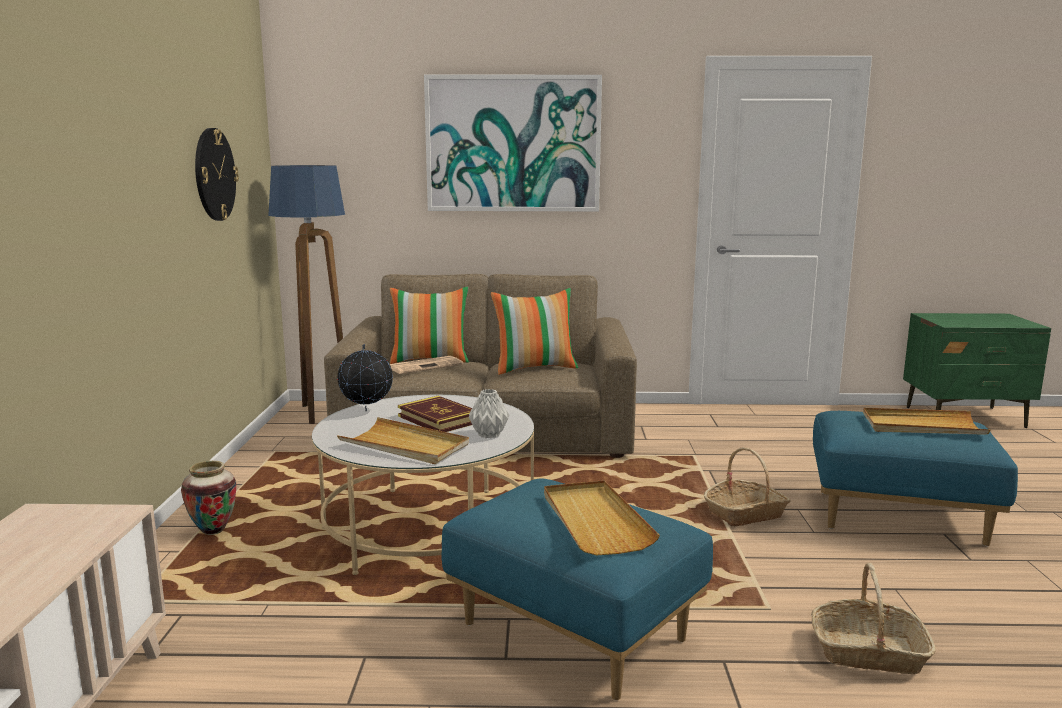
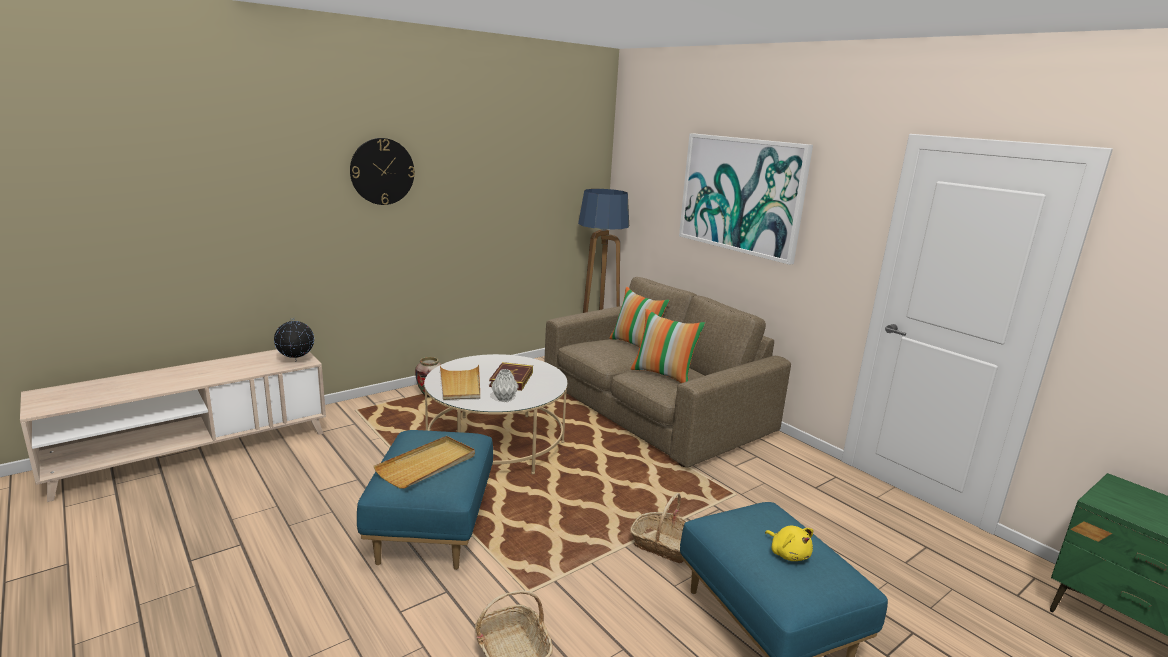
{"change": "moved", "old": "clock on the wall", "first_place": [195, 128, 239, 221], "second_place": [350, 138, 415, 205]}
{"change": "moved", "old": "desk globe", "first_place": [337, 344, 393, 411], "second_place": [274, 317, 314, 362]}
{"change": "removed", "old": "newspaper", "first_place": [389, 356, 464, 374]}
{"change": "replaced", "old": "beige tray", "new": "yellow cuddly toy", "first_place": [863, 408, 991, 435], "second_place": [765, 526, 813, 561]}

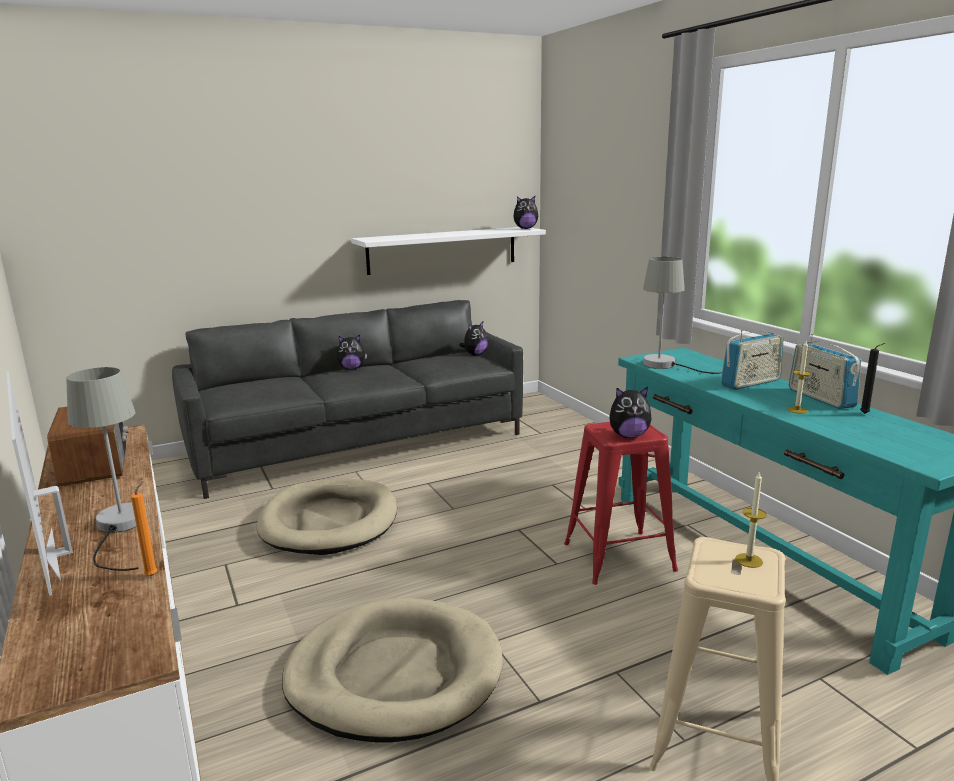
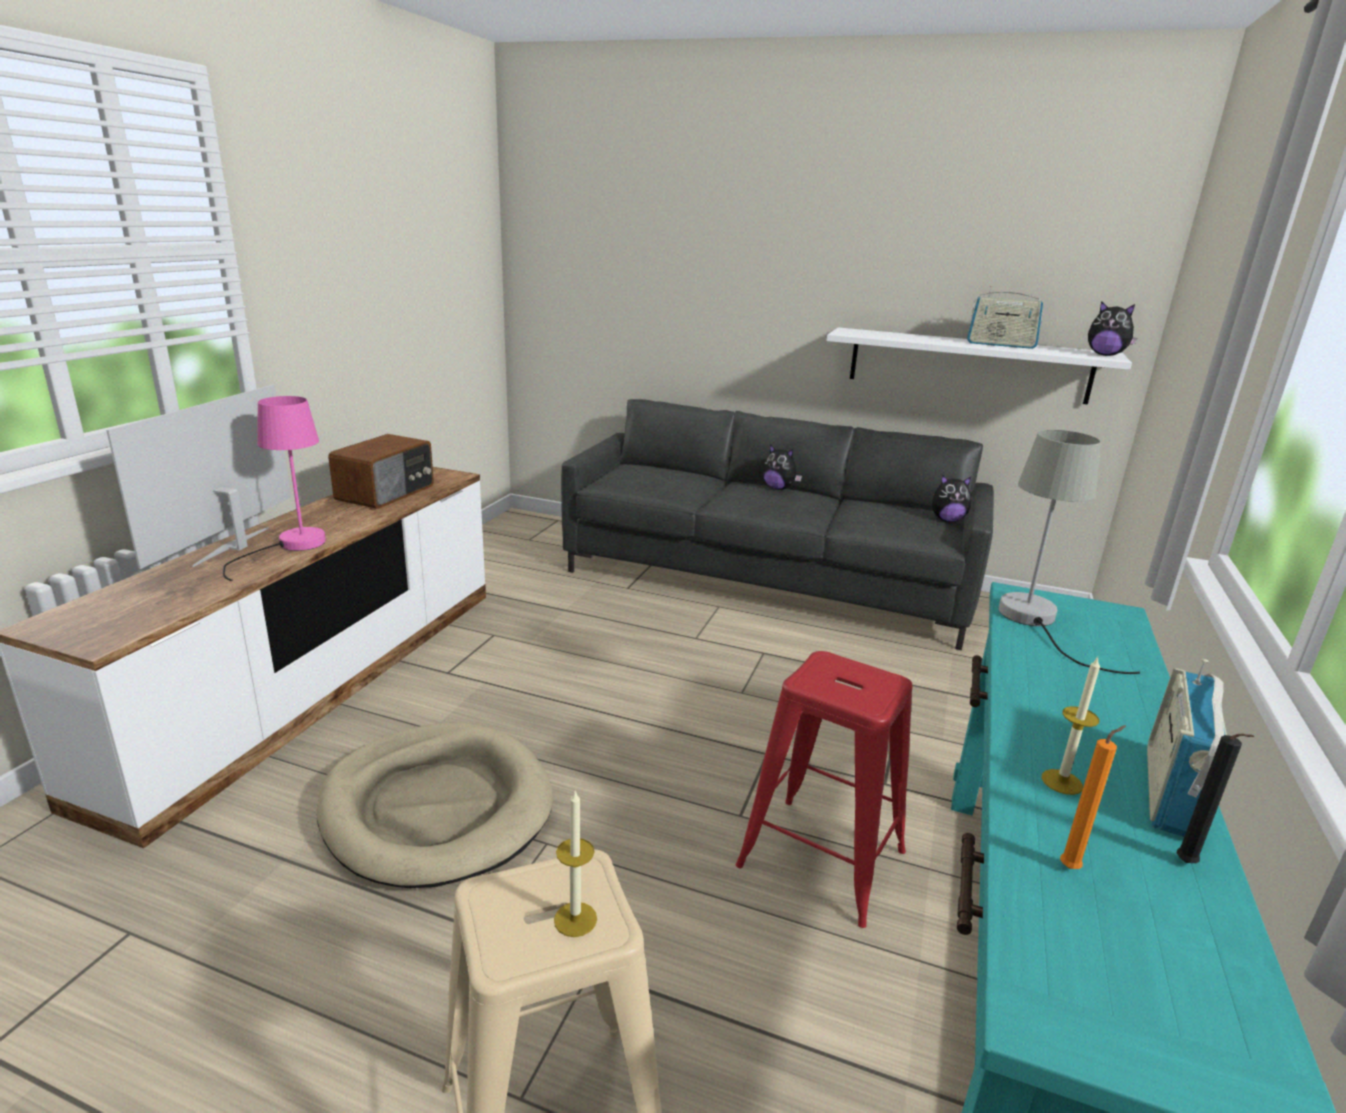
{"change": "moved", "old": "radio set", "first_place": [721, 330, 784, 390], "second_place": [967, 285, 1044, 349]}
{"change": "recoloured", "old": "gray lamp for a table", "new": "pink-coloured lamp for a table", "first_place": [66, 367, 147, 571], "second_place": [223, 396, 326, 581]}
{"change": "removed", "old": "cuddly toy", "first_place": [609, 387, 652, 438]}
{"change": "removed", "old": "beige dog bed", "first_place": [257, 479, 397, 555]}
{"change": "moved", "old": "orange-coloured wax candle", "first_place": [131, 481, 157, 576], "second_place": [1060, 725, 1126, 869]}

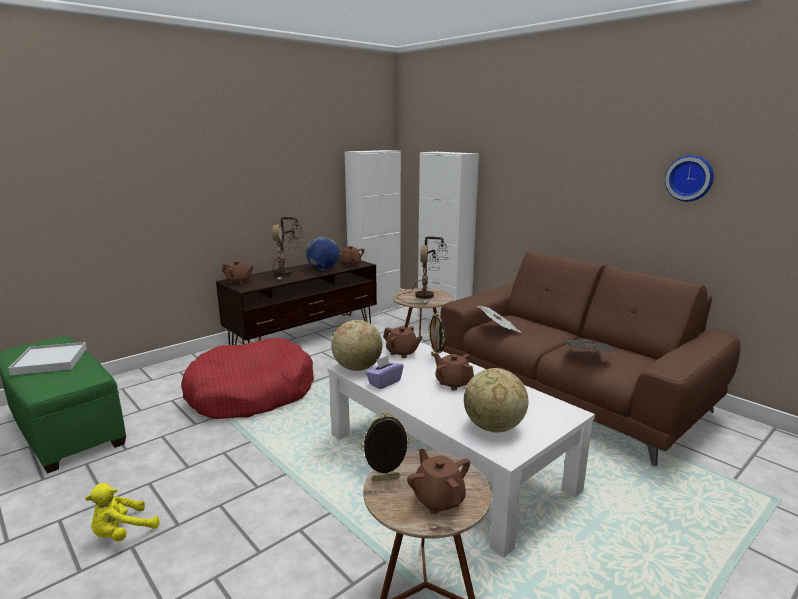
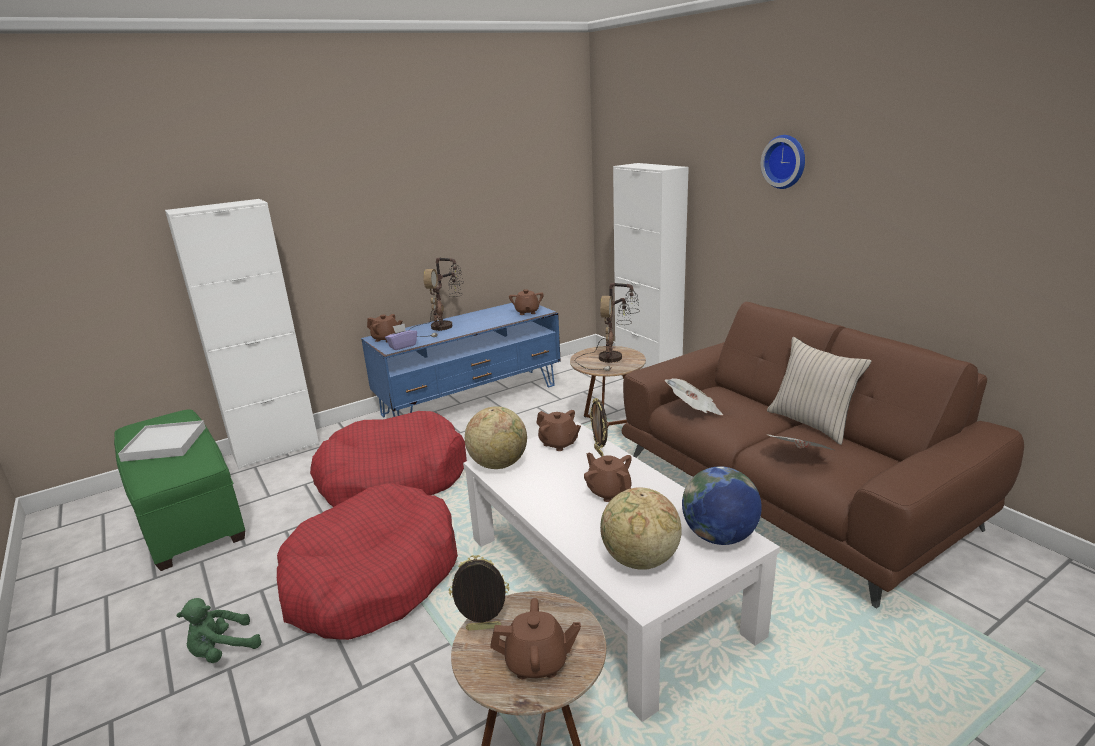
{"change": "moved", "old": "whitish storage cabinet", "first_place": [345, 150, 401, 317], "second_place": [165, 199, 319, 469]}
{"change": "moved", "old": "clock on the wall", "first_place": [665, 155, 714, 202], "second_place": [761, 135, 805, 189]}
{"change": "moved", "old": "desk globe", "first_place": [306, 237, 339, 270], "second_place": [682, 466, 762, 545]}
{"change": "recoloured", "old": "brown tv unit", "new": "blue-coloured tv unit", "first_place": [216, 258, 377, 345], "second_place": [361, 302, 561, 417]}
{"change": "moved", "old": "purple-coloured tissue box", "first_place": [366, 356, 404, 389], "second_place": [385, 324, 417, 350]}
{"change": "turned", "old": "brown tea pot", "first_place": [407, 448, 470, 514], "second_place": [490, 598, 581, 679], "degrees": 105}
{"change": "recoloured", "old": "yellow cuddly toy", "new": "green cuddly toy", "first_place": [85, 483, 160, 541], "second_place": [176, 598, 262, 663]}
{"change": "added", "new": "beige cushion", "second_place": [767, 337, 872, 445]}
{"change": "added", "new": "red-coloured dog bed", "second_place": [277, 483, 458, 640]}

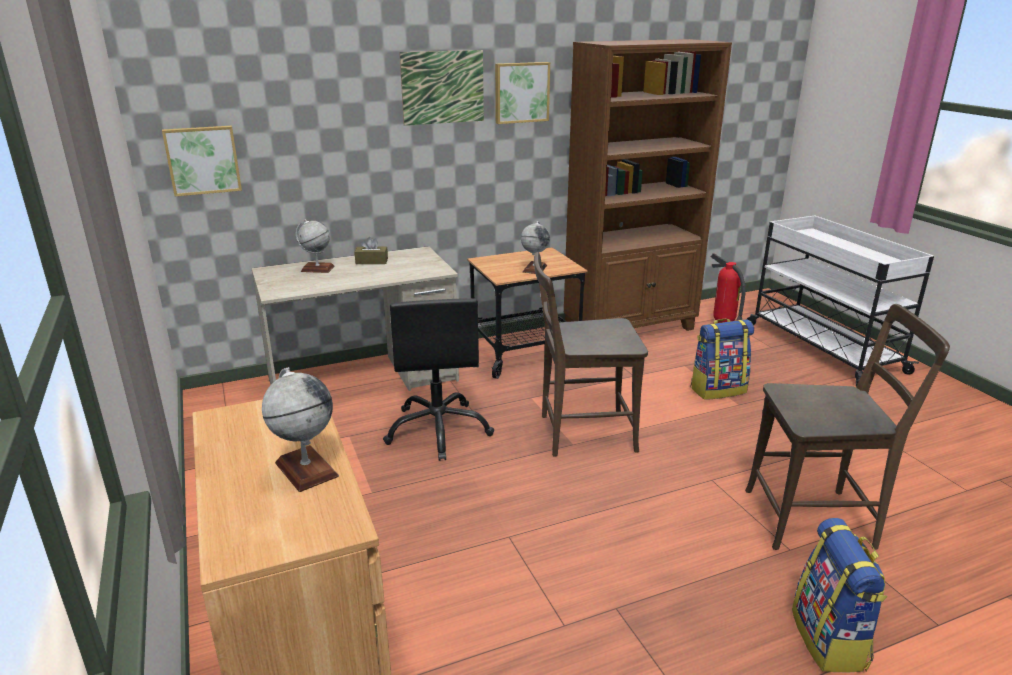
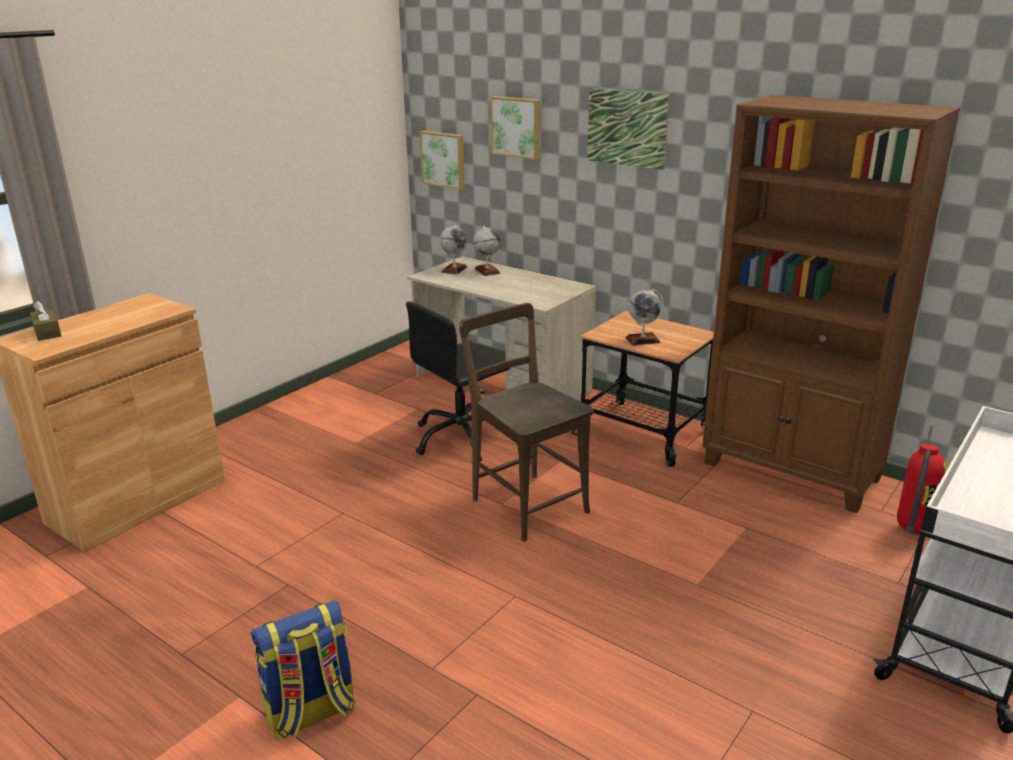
{"change": "moved", "old": "wall picture", "first_place": [495, 62, 550, 124], "second_place": [490, 96, 540, 160]}
{"change": "moved", "old": "brown tissue box", "first_place": [354, 237, 388, 264], "second_place": [30, 301, 61, 341]}
{"change": "removed", "old": "brown upright chair", "first_place": [745, 304, 950, 550]}
{"change": "removed", "old": "knapsack", "first_place": [690, 319, 754, 400]}
{"change": "moved", "old": "desk globe", "first_place": [262, 367, 339, 492], "second_place": [440, 224, 467, 274]}

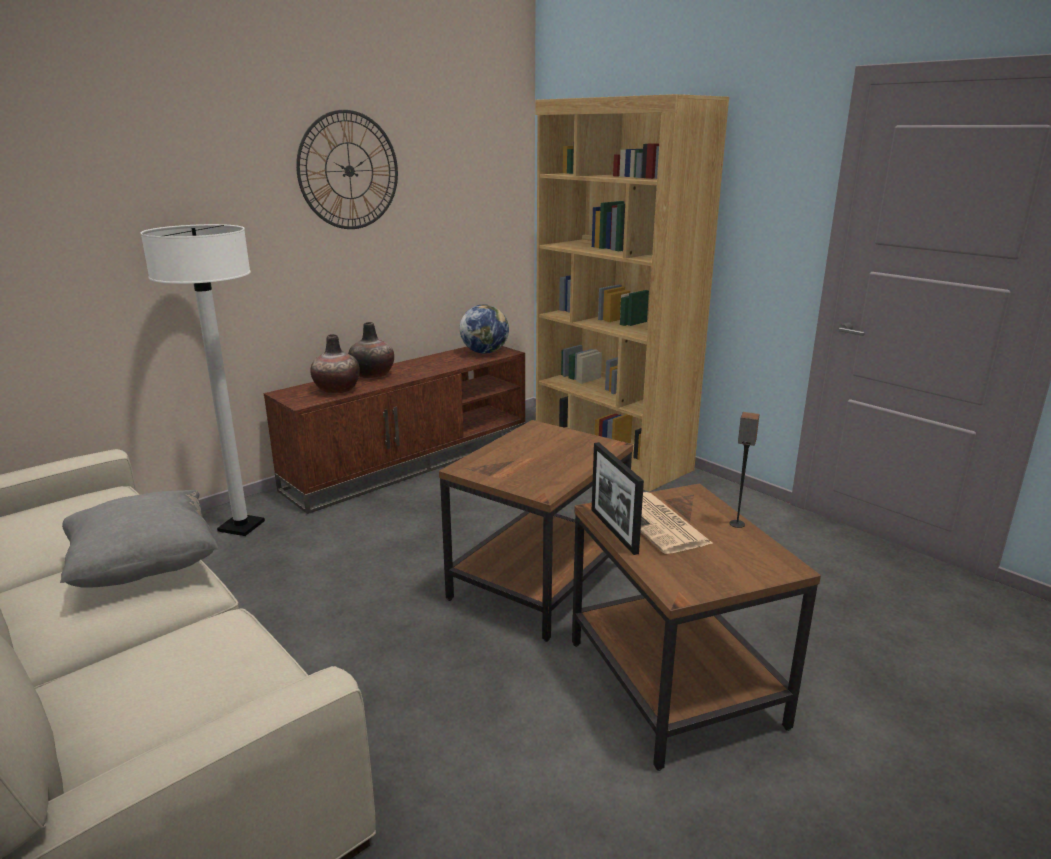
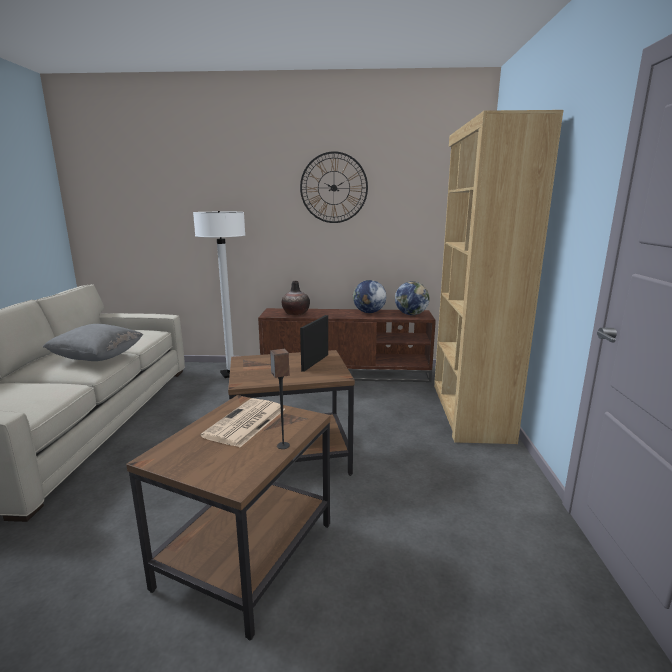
{"change": "removed", "old": "flower vase", "first_place": [348, 322, 394, 378]}
{"change": "moved", "old": "picture frame", "first_place": [592, 442, 644, 555], "second_place": [300, 315, 328, 372]}
{"change": "added", "new": "desk globe", "second_place": [353, 280, 386, 313]}

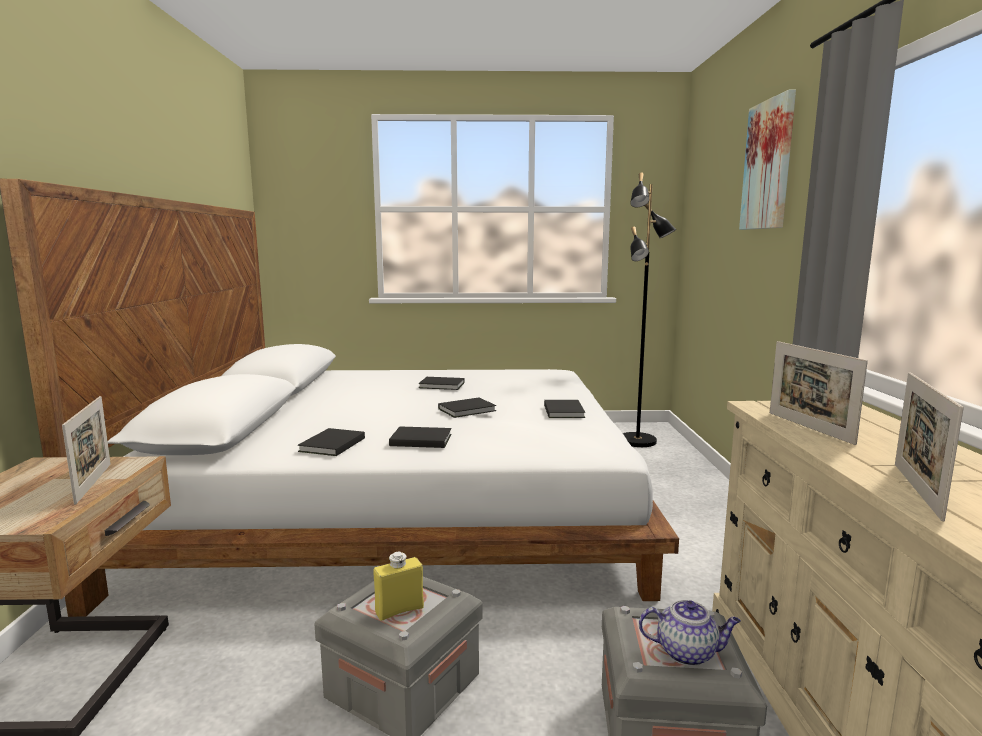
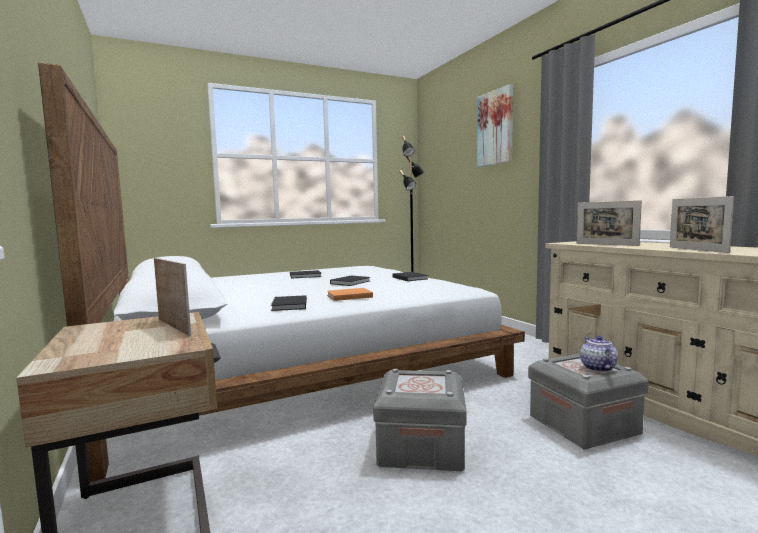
{"change": "recoloured", "old": "black-coloured volume", "new": "orange-coloured volume", "first_place": [389, 426, 452, 448], "second_place": [327, 288, 373, 301]}
{"change": "removed", "old": "yellow beverage bottle", "first_place": [373, 552, 424, 621]}
{"change": "turned", "old": "tea pot", "first_place": [639, 600, 741, 666], "second_place": [580, 336, 618, 372], "degrees": -75}

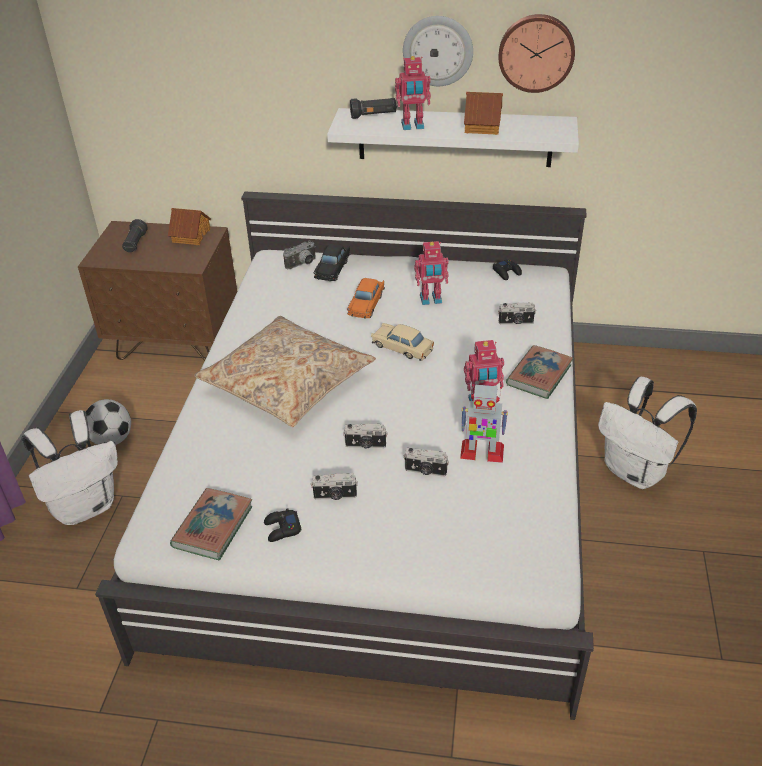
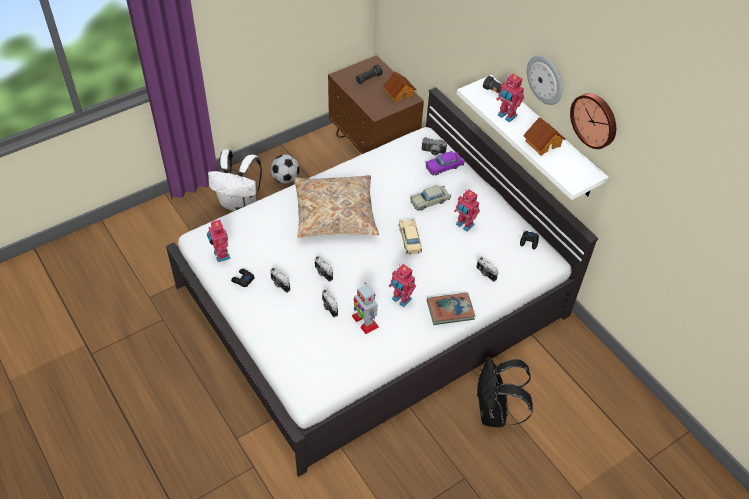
{"change": "recoloured", "old": "black-coloured miniature car", "new": "purple-coloured miniature car", "first_place": [313, 244, 351, 281], "second_place": [425, 151, 465, 176]}
{"change": "recoloured", "old": "orange-coloured miniature car", "new": "beige miniature car", "first_place": [347, 278, 385, 319], "second_place": [410, 185, 451, 211]}
{"change": "recoloured", "old": "whitish knapsack", "new": "black-coloured knapsack", "first_place": [598, 377, 697, 489], "second_place": [476, 357, 533, 427]}
{"change": "replaced", "old": "volume", "new": "toy robot", "first_place": [170, 488, 252, 560], "second_place": [207, 220, 231, 262]}

